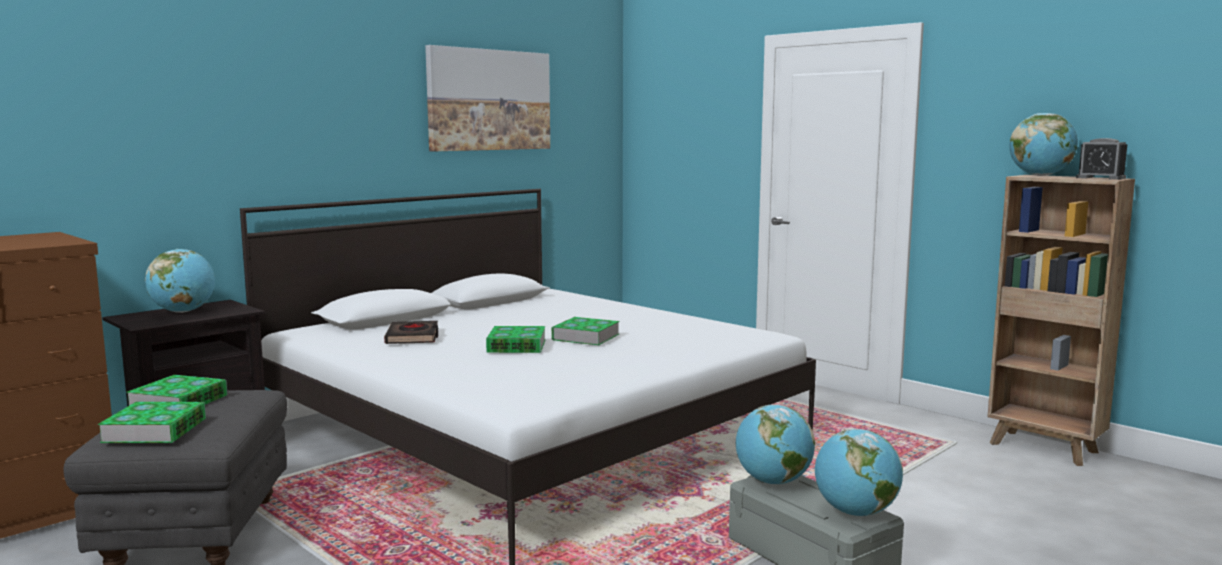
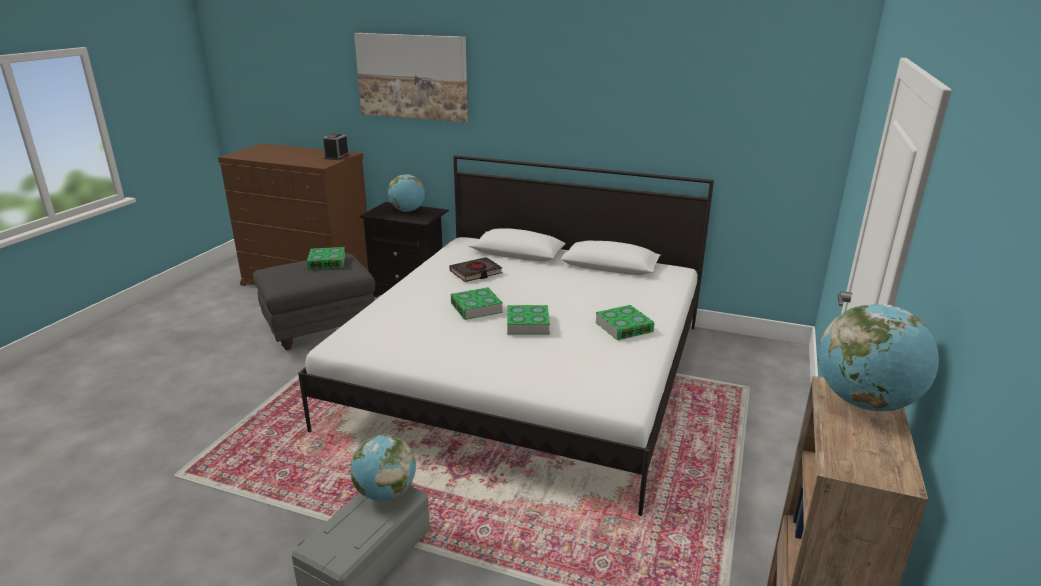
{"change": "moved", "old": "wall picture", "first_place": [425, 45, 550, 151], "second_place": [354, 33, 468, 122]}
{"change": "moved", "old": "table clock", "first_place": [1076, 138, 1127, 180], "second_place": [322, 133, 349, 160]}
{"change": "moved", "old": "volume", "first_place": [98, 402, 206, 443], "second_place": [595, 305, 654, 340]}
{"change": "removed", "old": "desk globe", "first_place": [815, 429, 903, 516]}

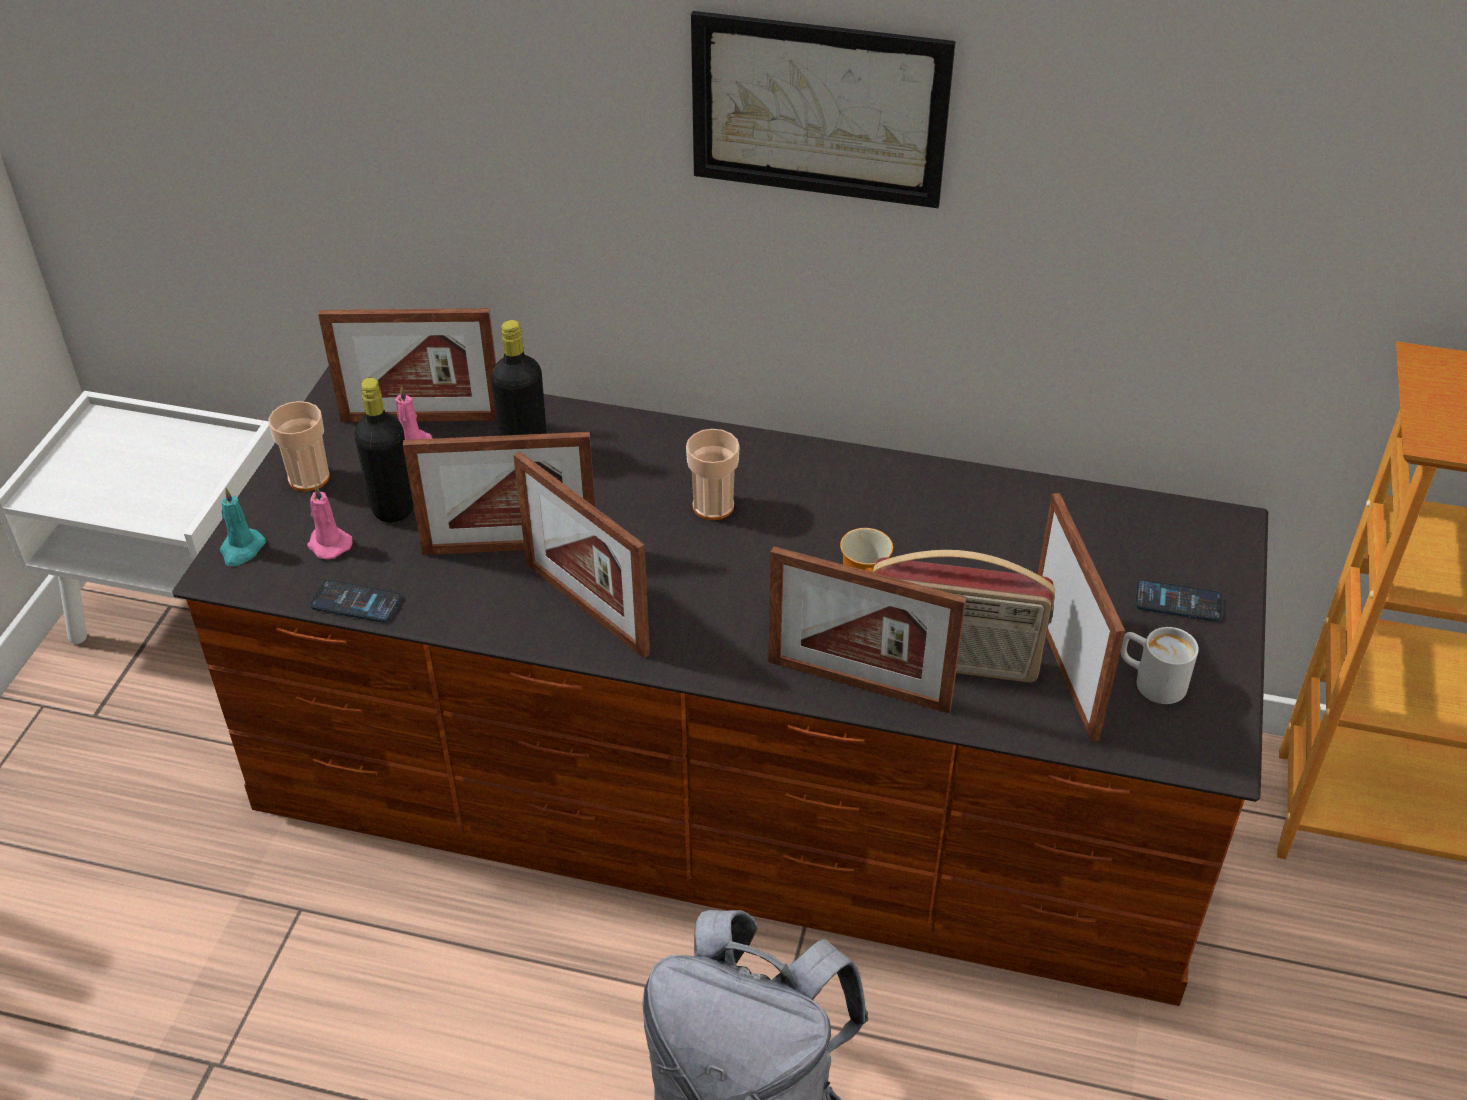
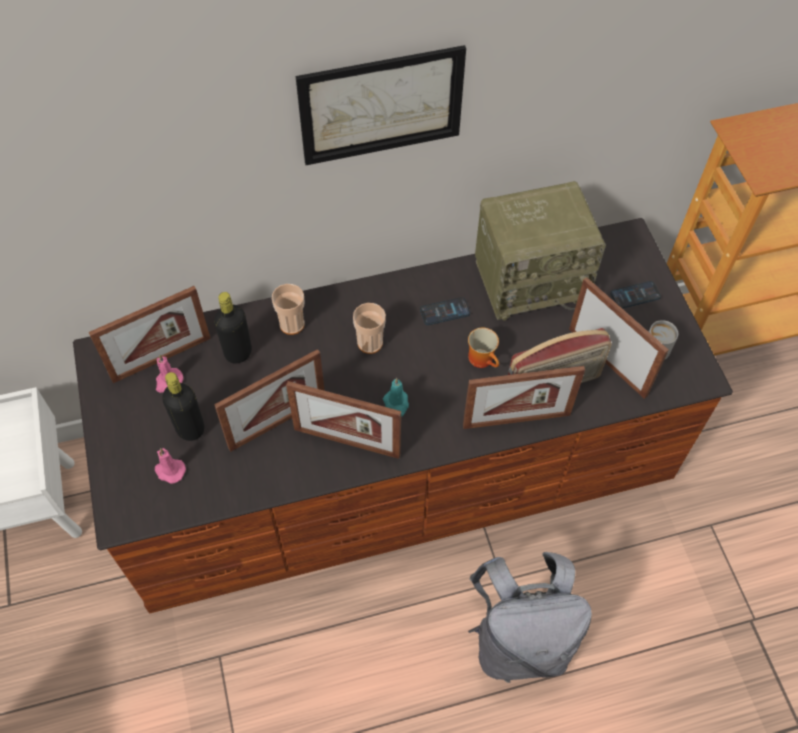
{"change": "moved", "old": "drinking cup", "first_place": [268, 401, 330, 491], "second_place": [272, 284, 305, 335]}
{"change": "moved", "old": "blue-green wax candle", "first_place": [220, 488, 266, 566], "second_place": [383, 378, 409, 417]}
{"change": "moved", "old": "phone", "first_place": [310, 580, 402, 623], "second_place": [420, 297, 470, 325]}
{"change": "added", "new": "radio set", "second_place": [475, 181, 606, 321]}

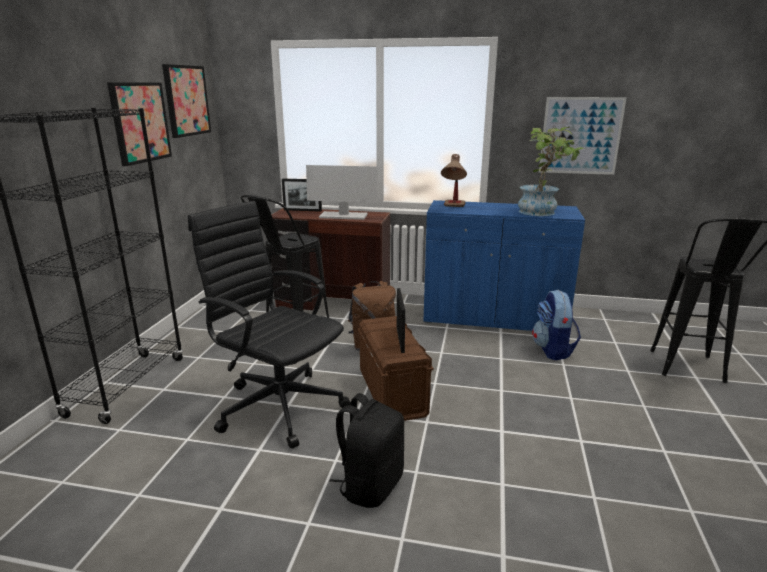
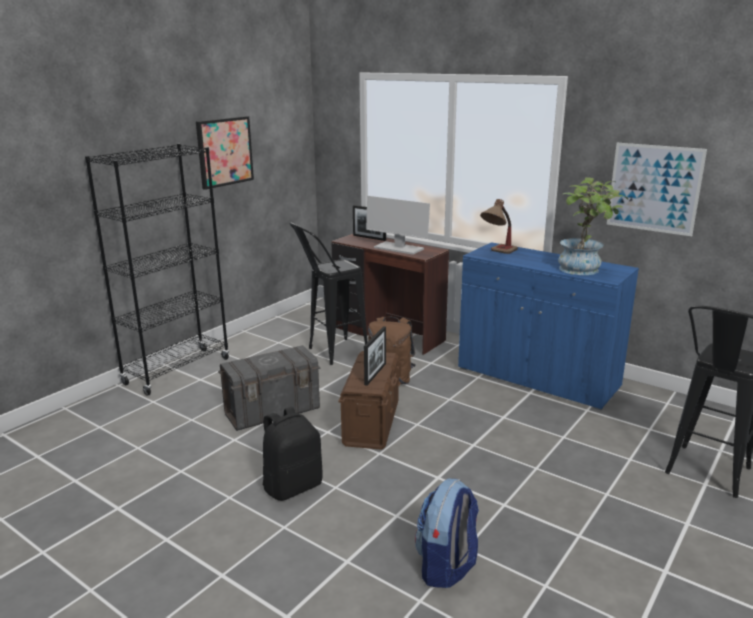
{"change": "removed", "old": "wall picture", "first_place": [162, 64, 211, 138]}
{"change": "replaced", "old": "black-coloured desk chair", "new": "gray storage container", "first_place": [188, 201, 351, 448], "second_place": [218, 345, 321, 431]}
{"change": "moved", "old": "knapsack", "first_place": [532, 290, 581, 360], "second_place": [415, 479, 479, 588]}

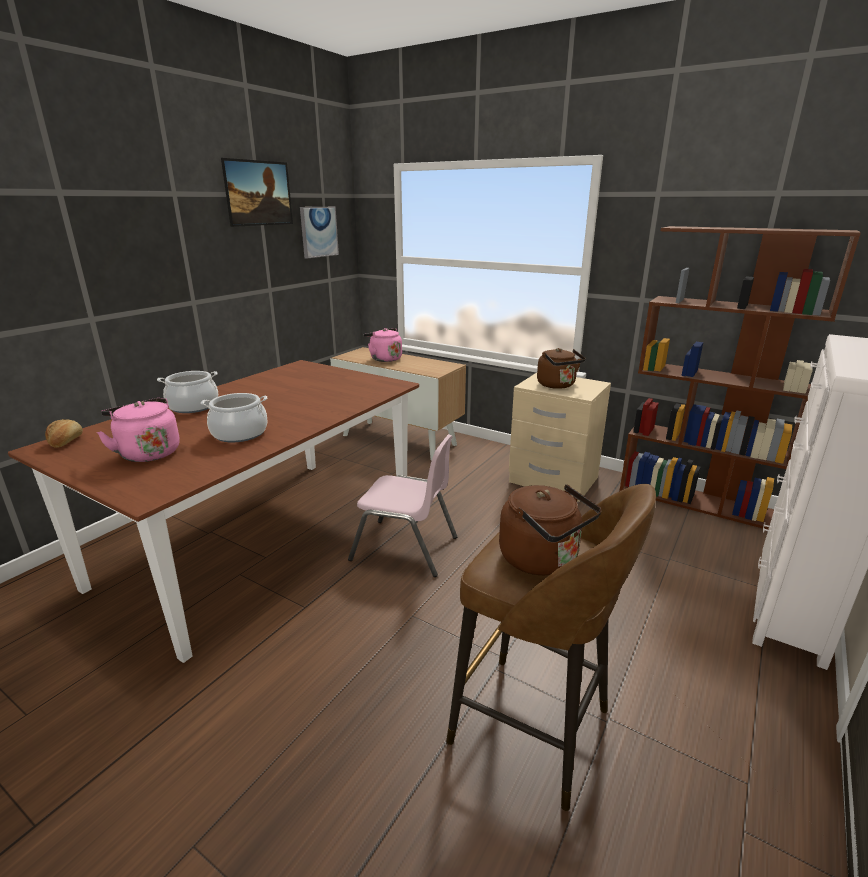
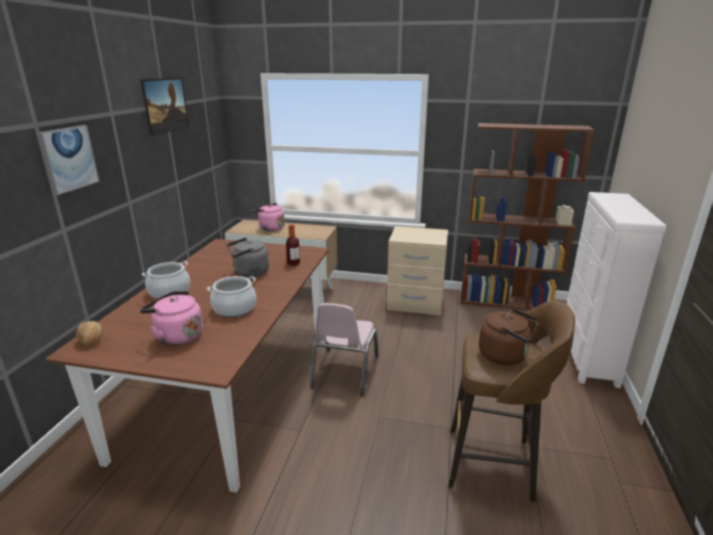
{"change": "moved", "old": "wall picture", "first_place": [300, 207, 339, 259], "second_place": [37, 125, 100, 196]}
{"change": "removed", "old": "brown tea kettle", "first_place": [537, 348, 586, 389]}
{"change": "turned", "old": "pink-coloured upright chair", "first_place": [348, 434, 457, 577], "second_place": [310, 303, 379, 396], "degrees": 105}
{"change": "added", "new": "beverage bottle", "second_place": [286, 224, 300, 266]}
{"change": "added", "new": "gray tea kettle", "second_place": [227, 238, 269, 277]}

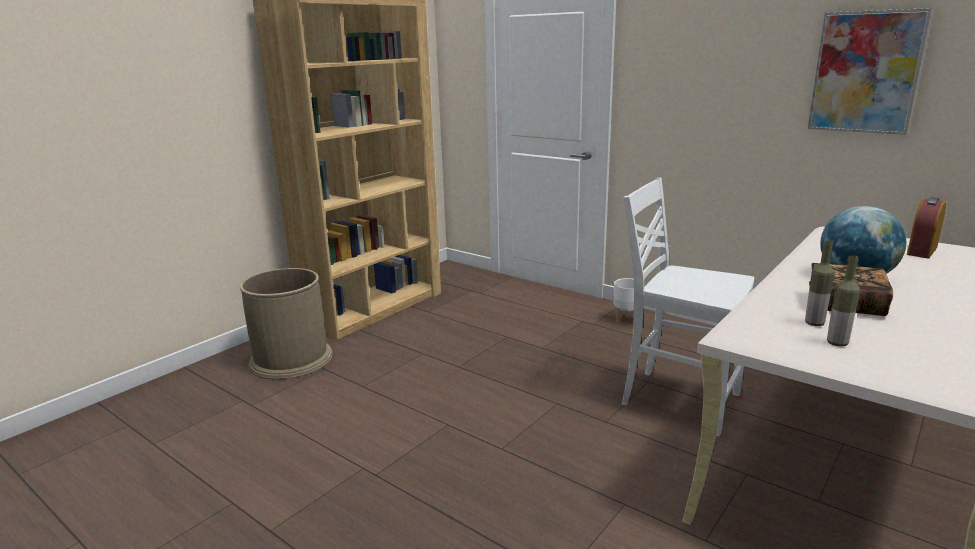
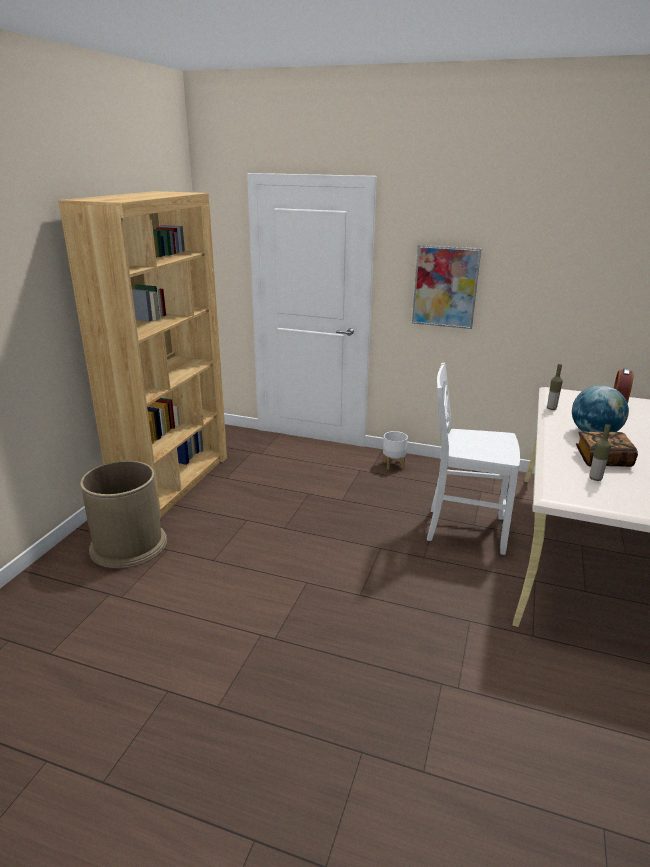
{"change": "moved", "old": "wall picture", "first_place": [808, 8, 932, 135], "second_place": [412, 245, 481, 329]}
{"change": "moved", "old": "beverage bottle", "first_place": [827, 255, 860, 347], "second_place": [547, 364, 563, 410]}

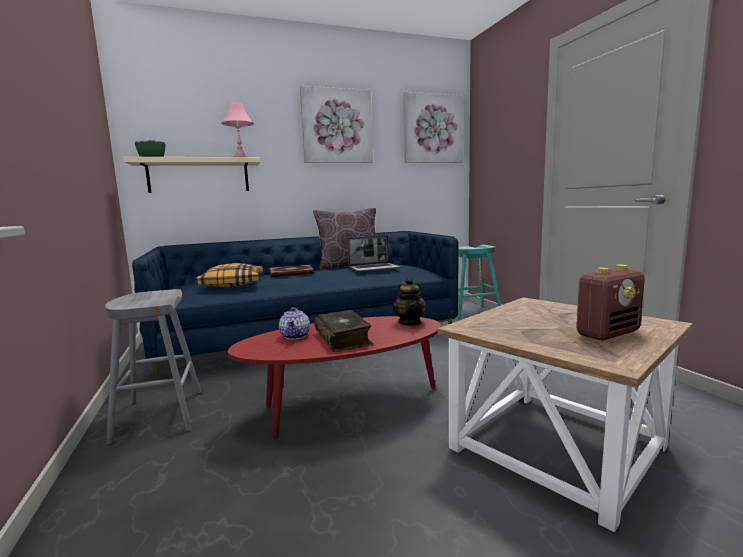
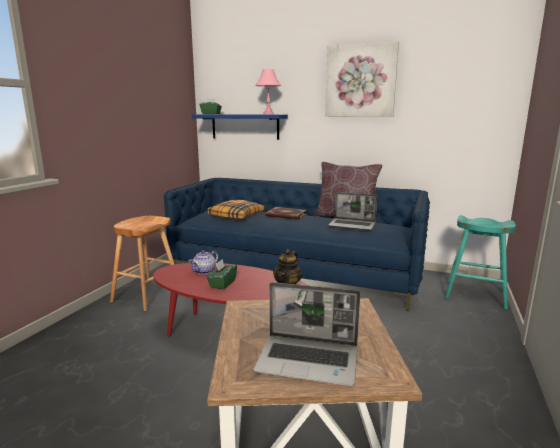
{"change": "removed", "old": "wall picture", "first_place": [403, 92, 464, 163]}
{"change": "recoloured", "old": "beige wall shelf", "new": "blue-coloured wall shelf", "first_place": [123, 157, 261, 193], "second_place": [192, 115, 288, 140]}
{"change": "replaced", "old": "radio set", "new": "notebook computer", "first_place": [576, 265, 645, 341], "second_place": [254, 282, 360, 386]}
{"change": "recoloured", "old": "gray sitting stool", "new": "brown sitting stool", "first_place": [105, 289, 201, 445], "second_place": [110, 216, 174, 311]}
{"change": "replaced", "old": "volume", "new": "green tissue box", "first_place": [314, 310, 373, 352], "second_place": [207, 259, 237, 289]}

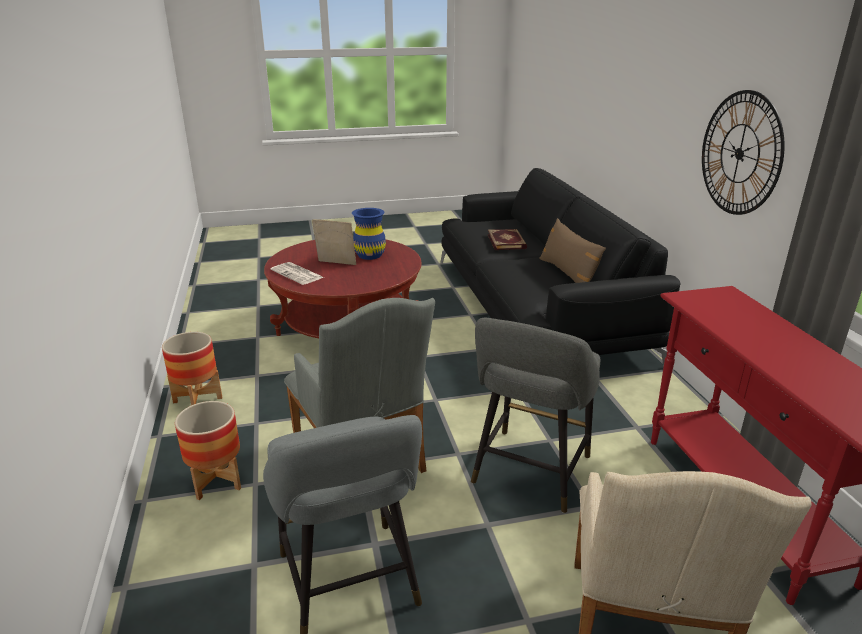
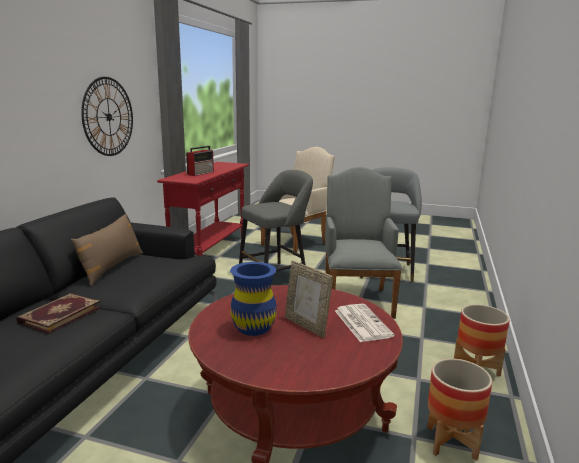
{"change": "moved", "old": "flower pot", "first_place": [175, 401, 241, 500], "second_place": [428, 359, 492, 461]}
{"change": "added", "new": "radio set", "second_place": [186, 146, 214, 176]}

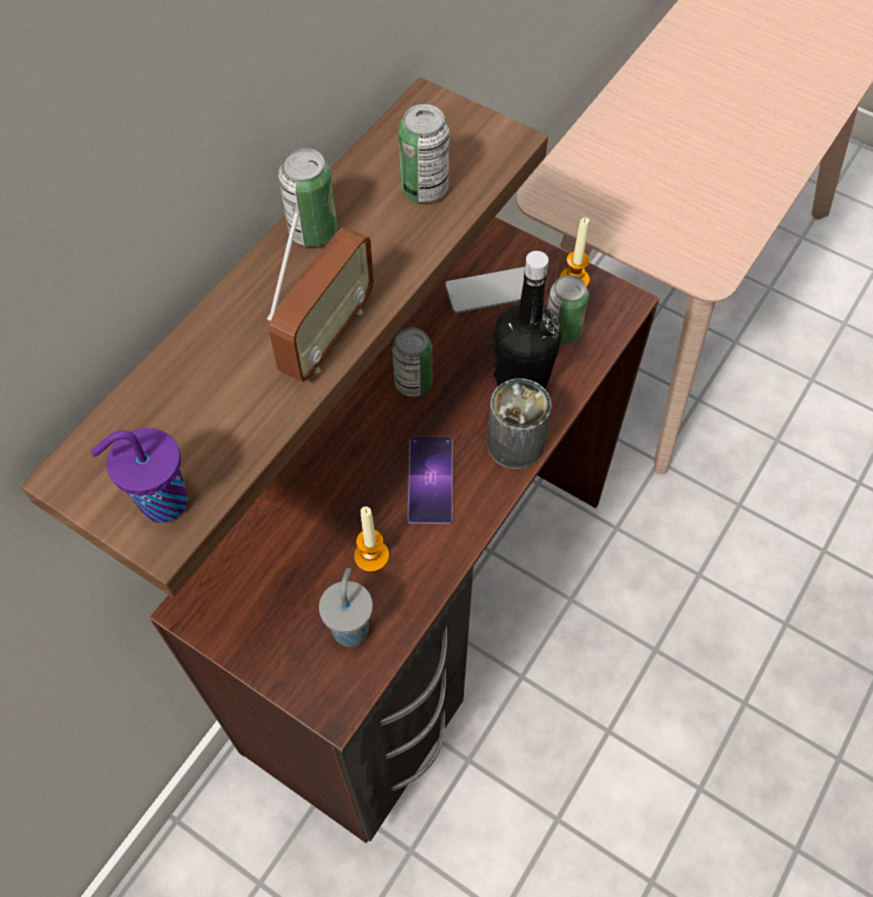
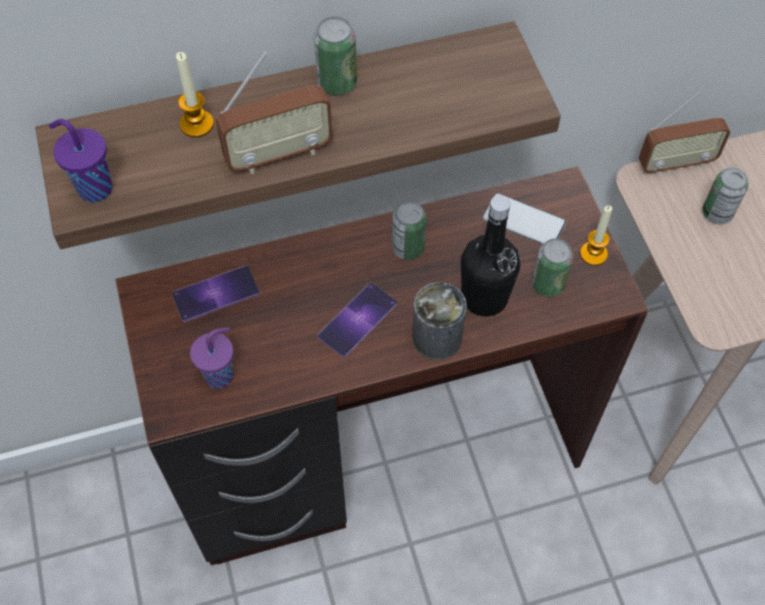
{"change": "moved", "old": "metal can", "first_place": [398, 104, 449, 203], "second_place": [702, 167, 748, 224]}
{"change": "moved", "old": "wax candle", "first_place": [354, 506, 389, 572], "second_place": [176, 52, 214, 137]}
{"change": "recoloured", "old": "gray drinking cup", "new": "purple-coloured drinking cup", "first_place": [319, 568, 373, 647], "second_place": [190, 327, 233, 389]}
{"change": "added", "new": "radio set", "second_place": [639, 91, 730, 176]}
{"change": "added", "new": "phone", "second_place": [172, 265, 260, 322]}

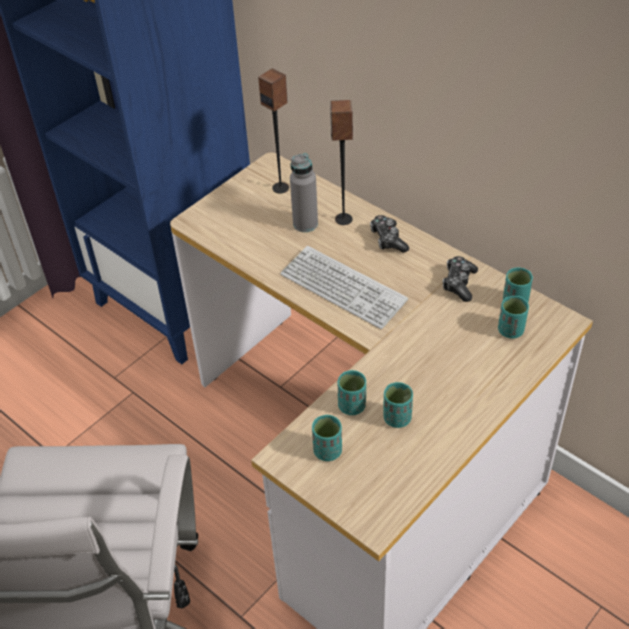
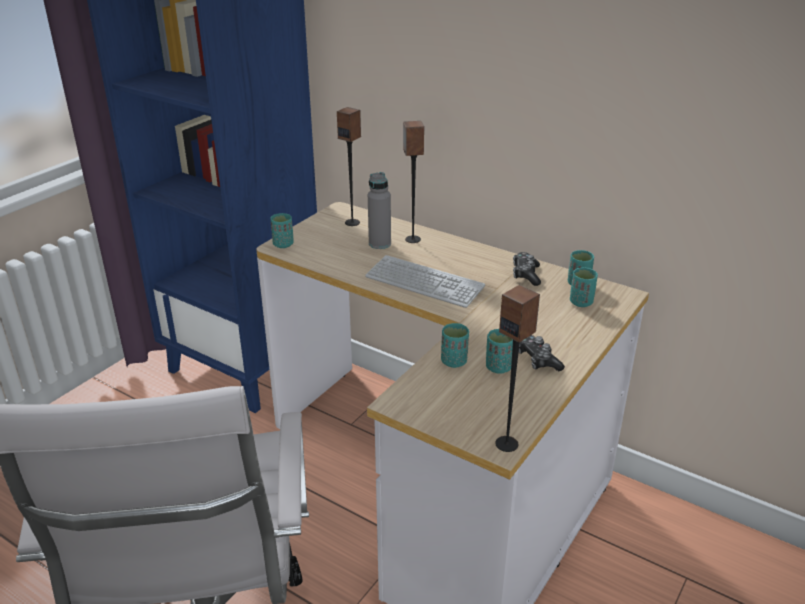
{"change": "moved", "old": "game controller", "first_place": [370, 215, 409, 253], "second_place": [519, 335, 565, 371]}
{"change": "moved", "old": "blue-green drinking cup", "first_place": [312, 415, 342, 461], "second_place": [270, 213, 294, 248]}
{"change": "added", "new": "loudspeaker", "second_place": [495, 285, 540, 452]}

